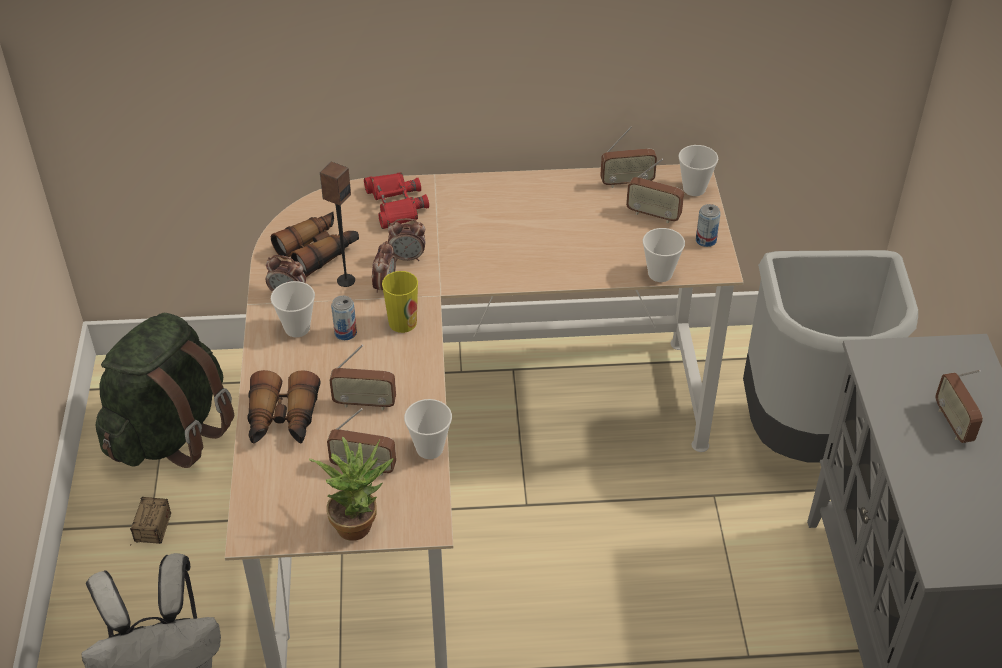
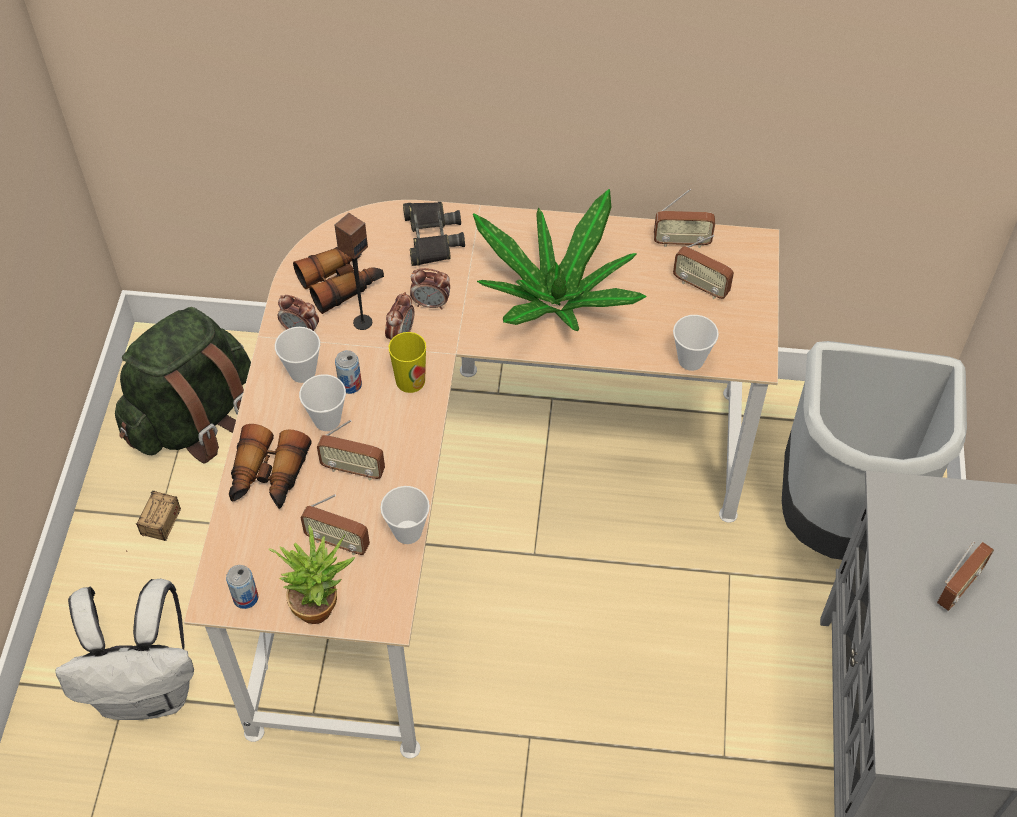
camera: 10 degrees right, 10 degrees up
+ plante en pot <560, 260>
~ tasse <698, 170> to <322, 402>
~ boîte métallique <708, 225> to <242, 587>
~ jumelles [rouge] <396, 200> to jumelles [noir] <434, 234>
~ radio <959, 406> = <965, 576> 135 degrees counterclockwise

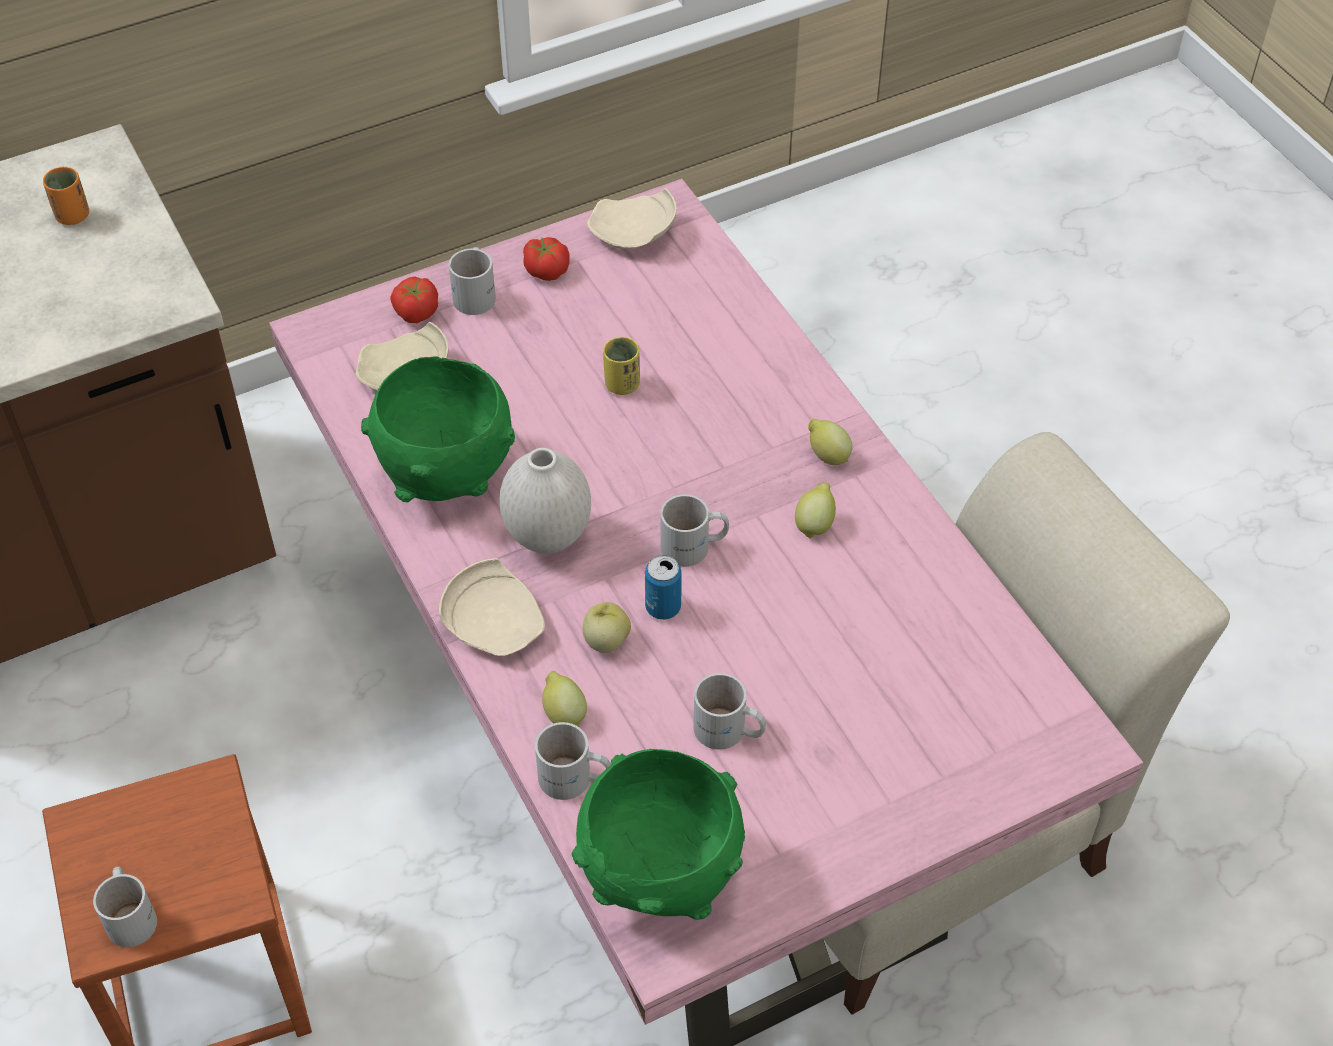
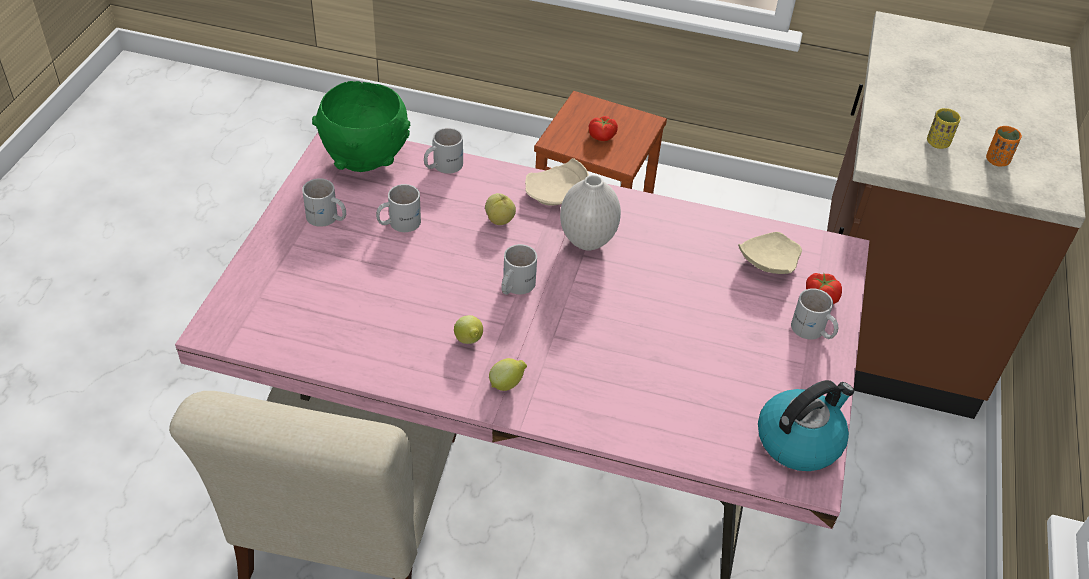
camera: 130 degrees right, 5 degrees down
- bol [vert] <438, 429>
- citron <564, 698>
- boîte métallique <663, 587>
~ mug [blanc] <125, 907> to <324, 202>
~ tomate <546, 259> to <603, 128>
~ tasse [jaune] <621, 366> to <944, 128>
~ assiette [beige] <631, 218> to bouilloire <806, 425>

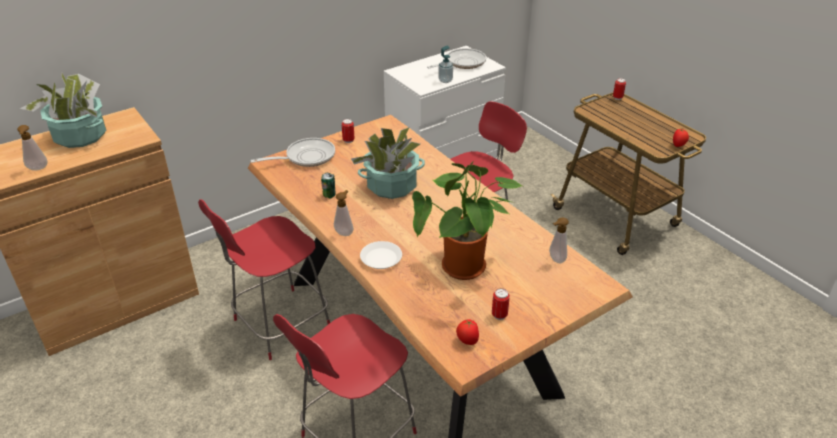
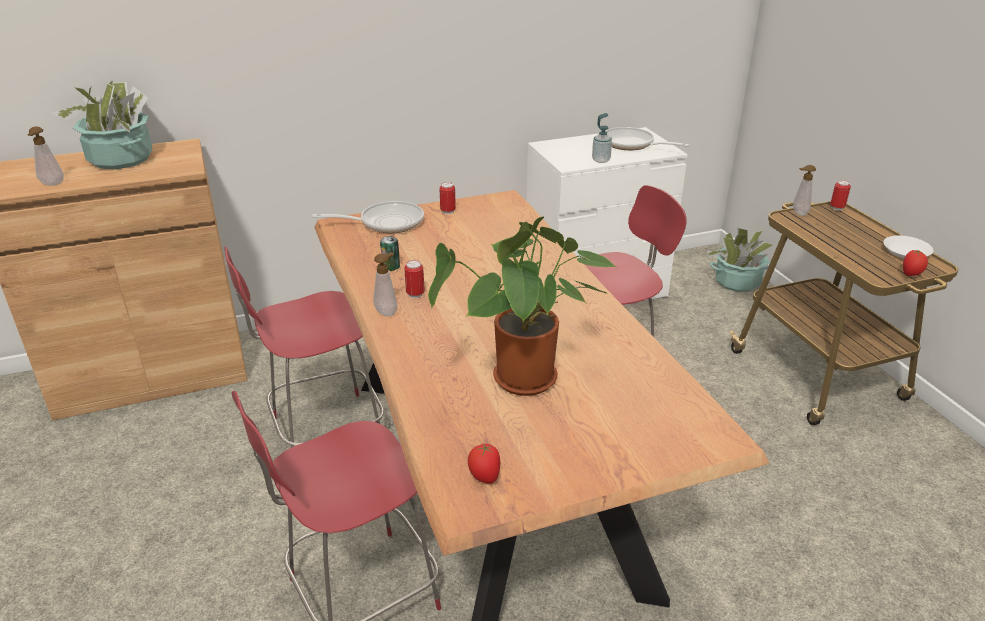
camera: 15 degrees right, 5 degrees down
~ plante en pot <388, 163> to <740, 260>
~ assiette [blanc] <381, 255> to <908, 246>
~ boîte métallique <501, 304> to <414, 279>
~ distributeur de savon <559, 240> to <804, 190>
~ poêle <456, 58> = <647, 138> 120 degrees counterclockwise

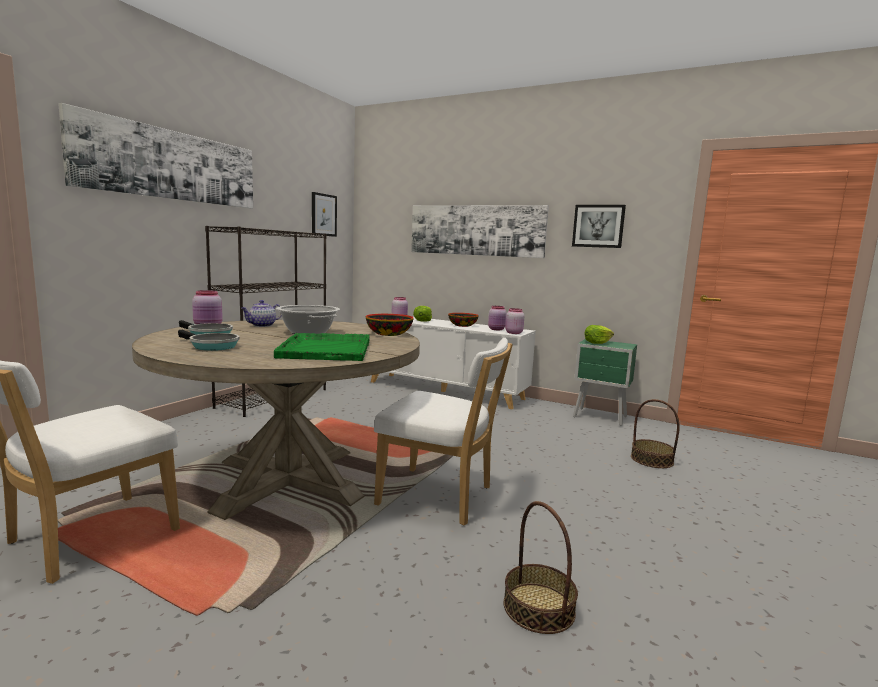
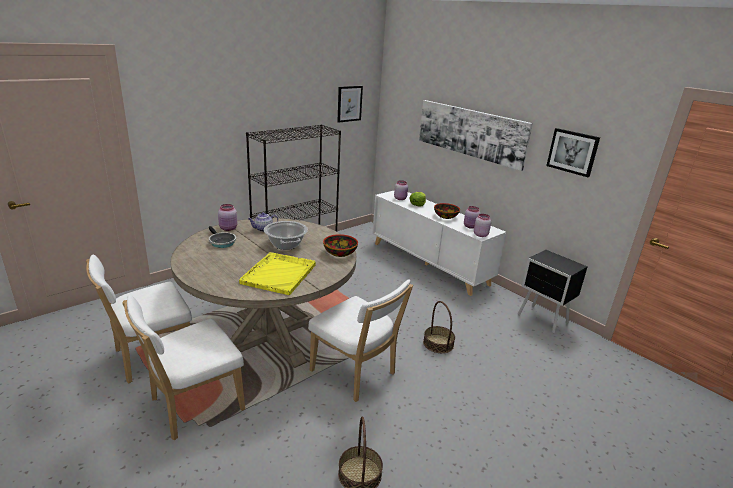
camera: 20 degrees right, 15 degrees up
- tableau <155, 156>
- poêle <209, 340>
- laitue <599, 334>
+ chaise [blanc] <183, 367>
~ panier <655, 433> to <439, 327>
~ plateau [vert] <322, 347> to plateau [jaune] <277, 273>
~ table de chevet [vert] <605, 382> to table de chevet [noir] <553, 292>

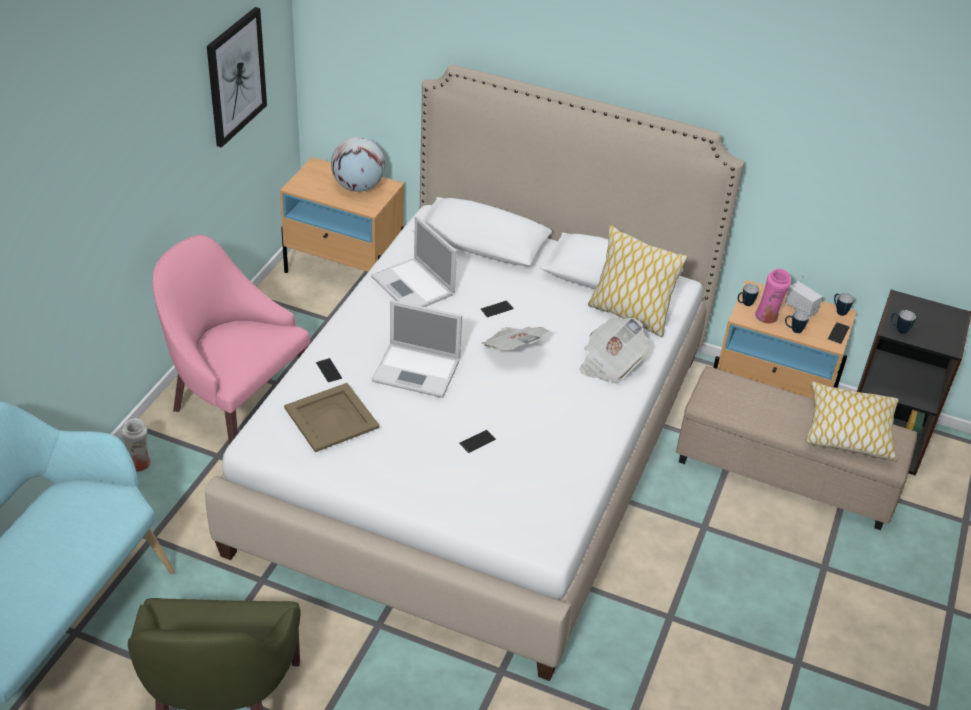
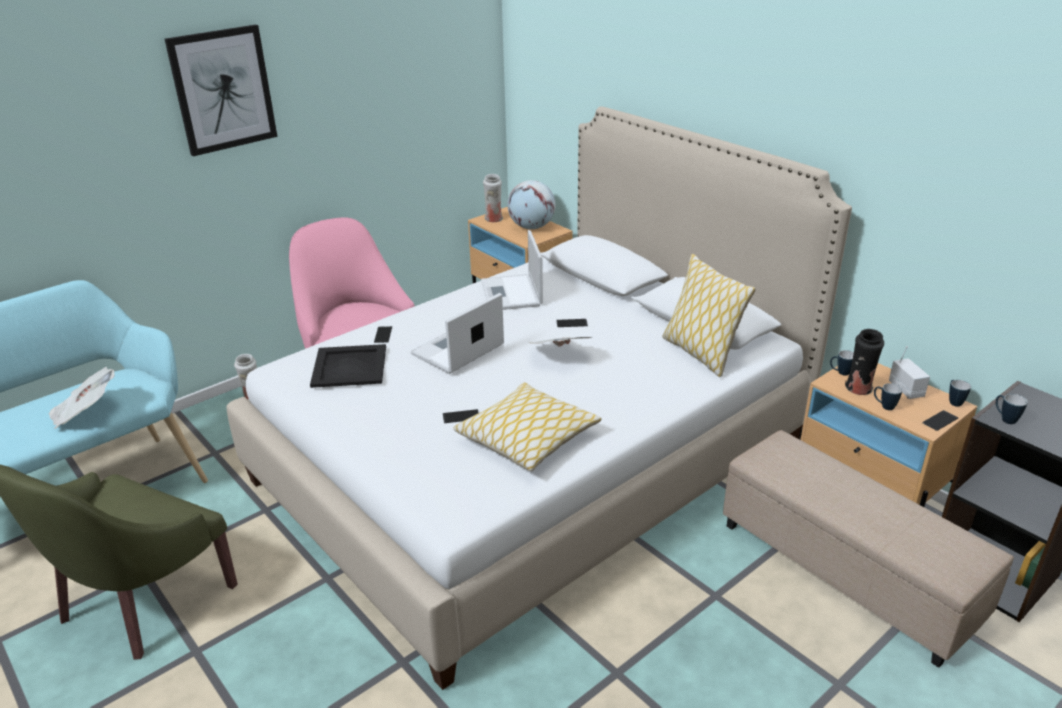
camera: 30 degrees right, 10 degrees down
+ vase [blanc] <493, 198>
~ tableau <237, 77> to <221, 90>
~ journal <614, 350> to <82, 398>
~ coussin <852, 421> to <528, 426>
~ plateau [beige] <332, 417> to plateau [noir] <348, 366>
~ vase [rose] <773, 296> to vase [noir] <864, 362>
~ ordinateur portable <417, 349> = <457, 333> 90 degrees clockwise

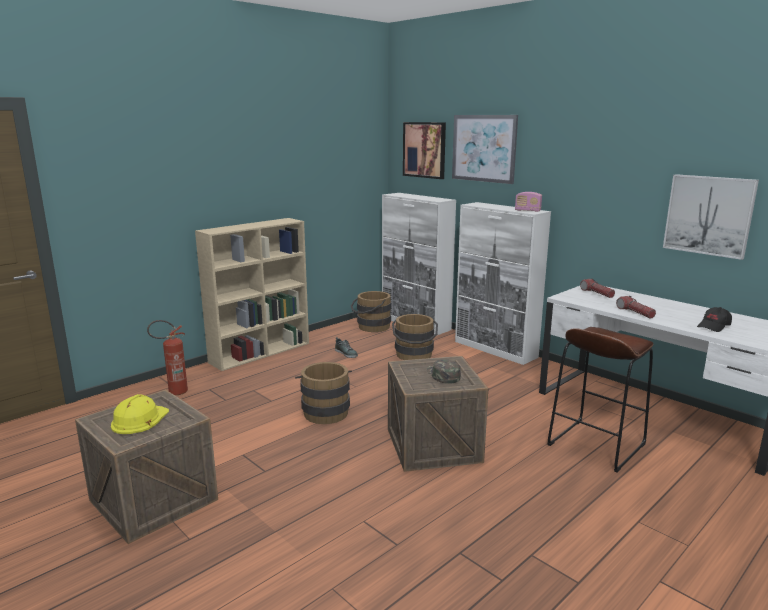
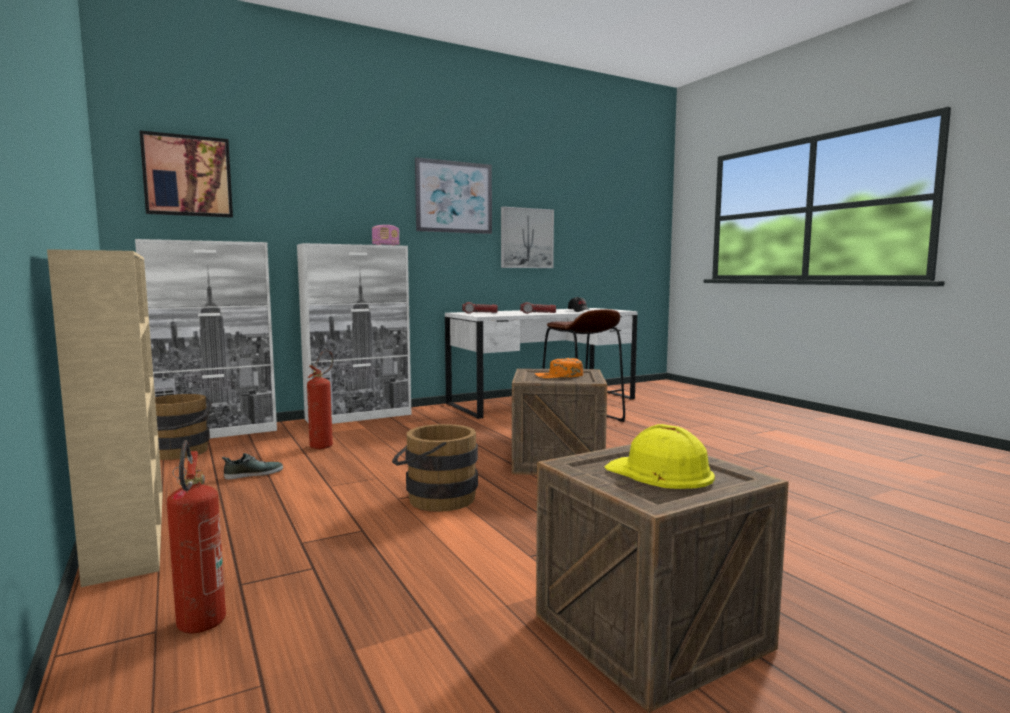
camera: 75 degrees left, 10 degrees down
~ tableau <485, 149> to <453, 195>
~ seau [marron] <415, 337> to extincteur <320, 399>
~ casquette [vert] <444, 371> to casquette [orange] <559, 368>

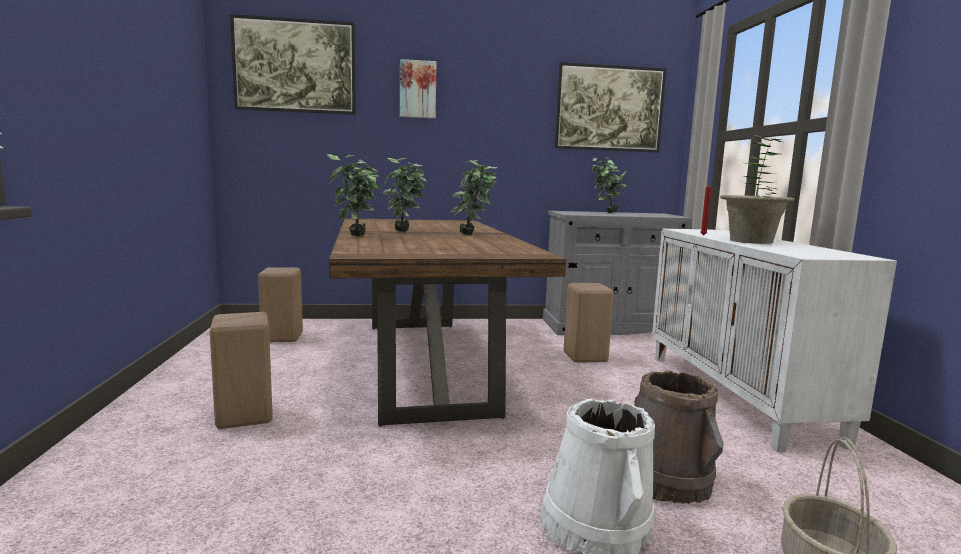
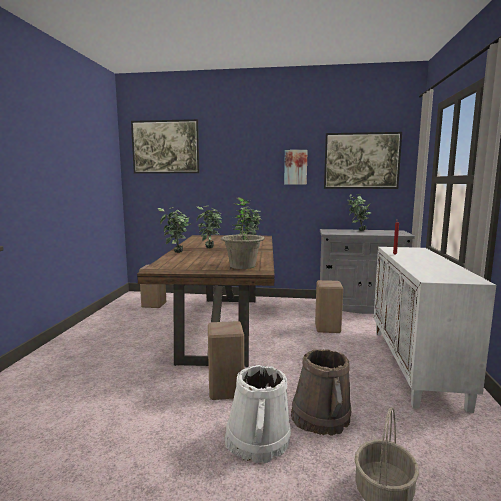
camera: 15 degrees right, 0 degrees up
~ tabouret [beige] <241, 370> to <226, 360>
~ tableau <418, 88> to <296, 167>
~ plante en pot <757, 189> to <243, 233>

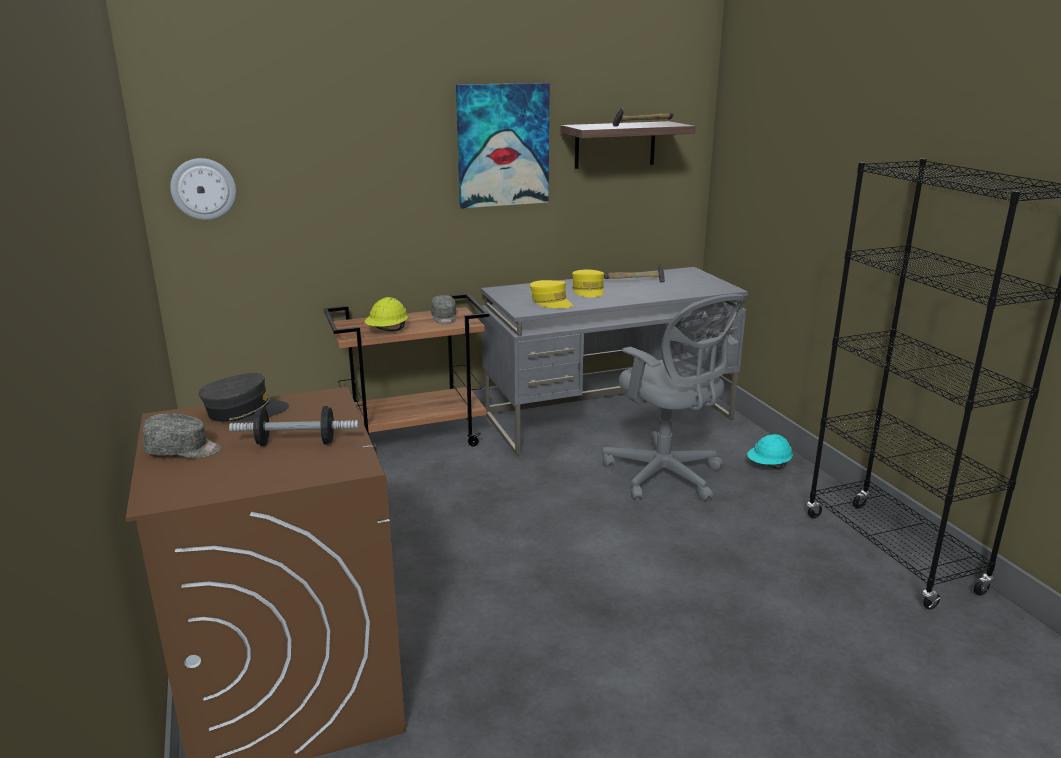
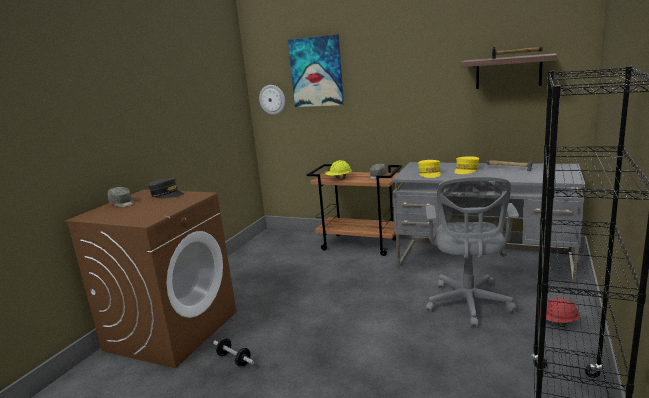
camera: 45 degrees right, 5 degrees down
~ haltère <294, 426> to <233, 352>
~ tableau <503, 145> to <316, 70>
~ casque de chantier [turquoise] <770, 451> to casque de chantier [rouge] <560, 312>

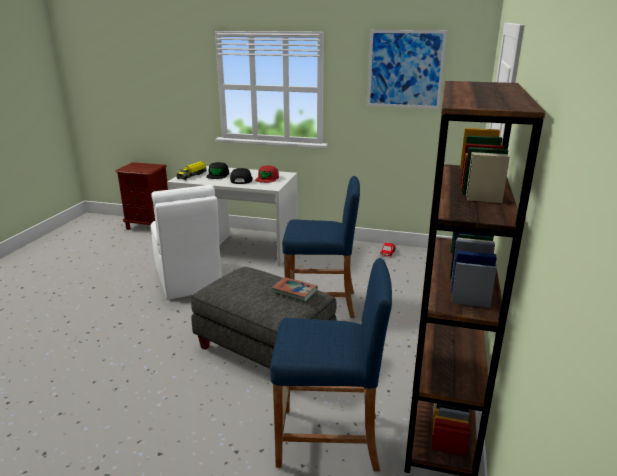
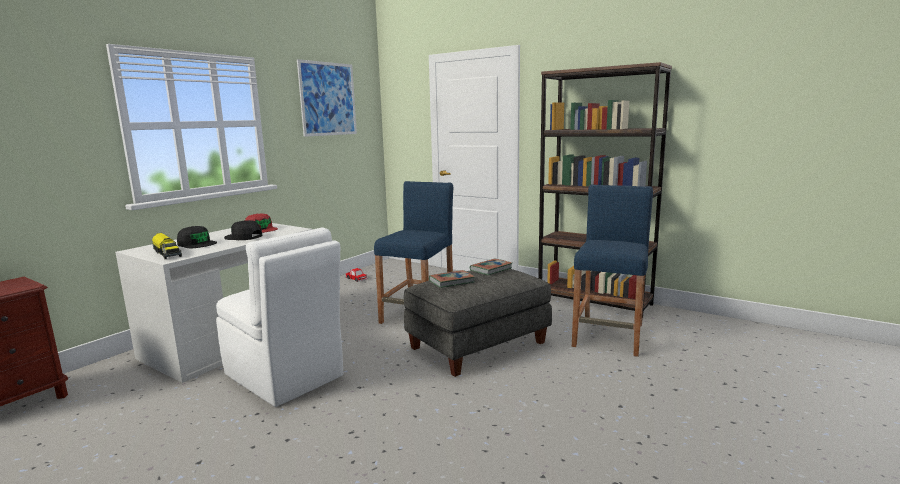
camera: 70 degrees left, 10 degrees down
+ livre <452, 279>
~ chaise [blanc] <186, 242> = <279, 317> 45 degrees clockwise

